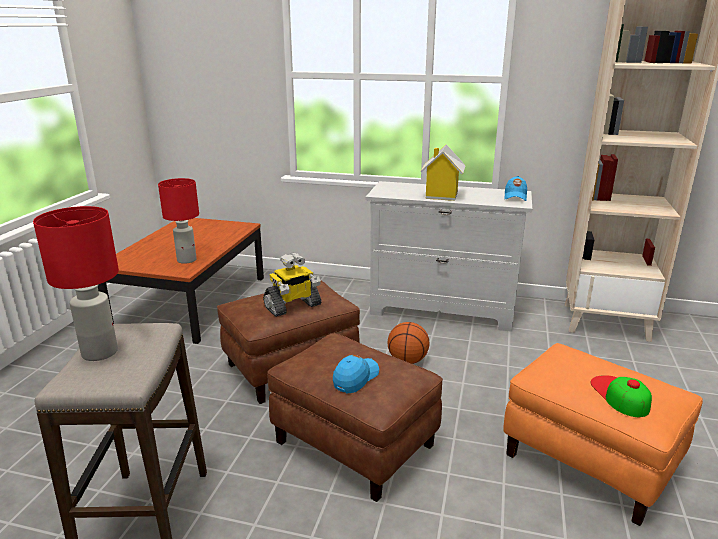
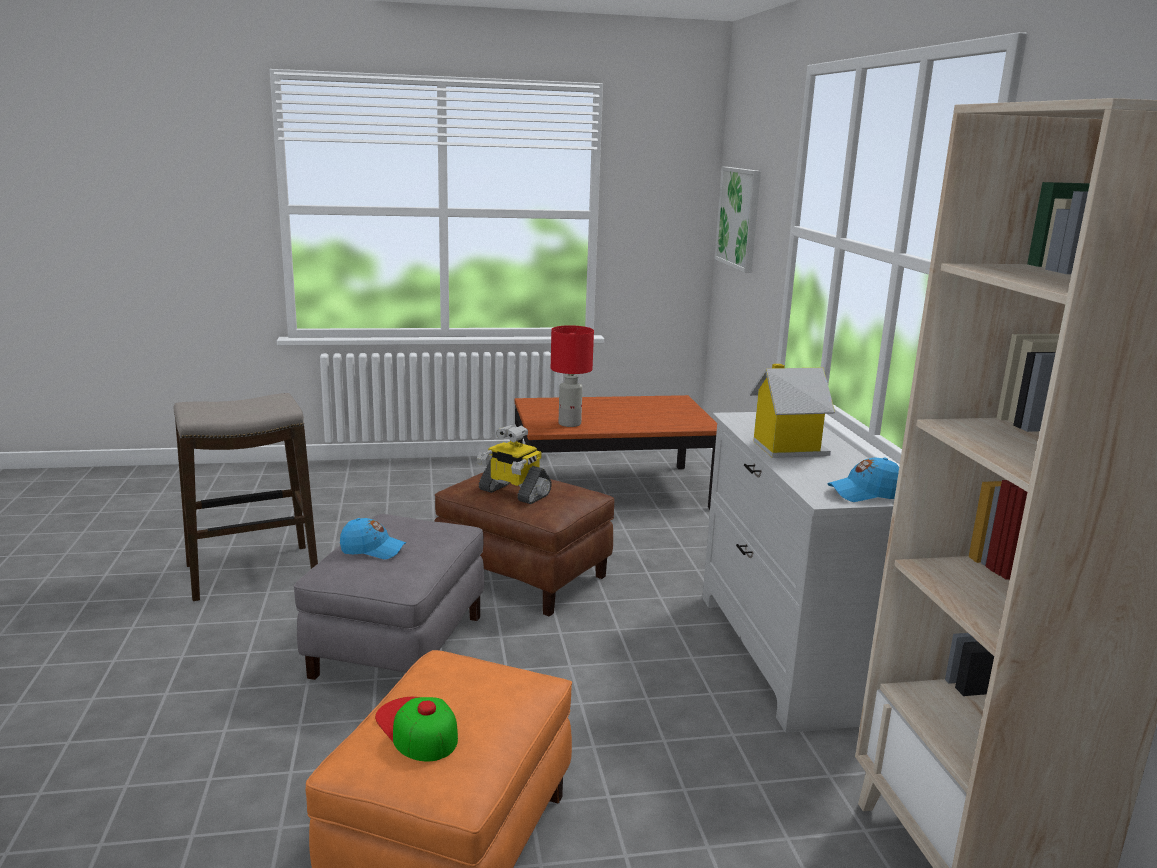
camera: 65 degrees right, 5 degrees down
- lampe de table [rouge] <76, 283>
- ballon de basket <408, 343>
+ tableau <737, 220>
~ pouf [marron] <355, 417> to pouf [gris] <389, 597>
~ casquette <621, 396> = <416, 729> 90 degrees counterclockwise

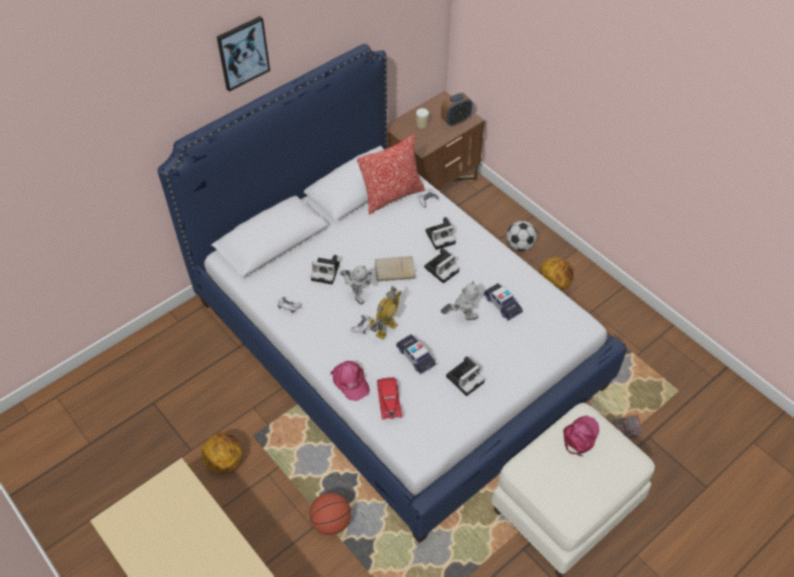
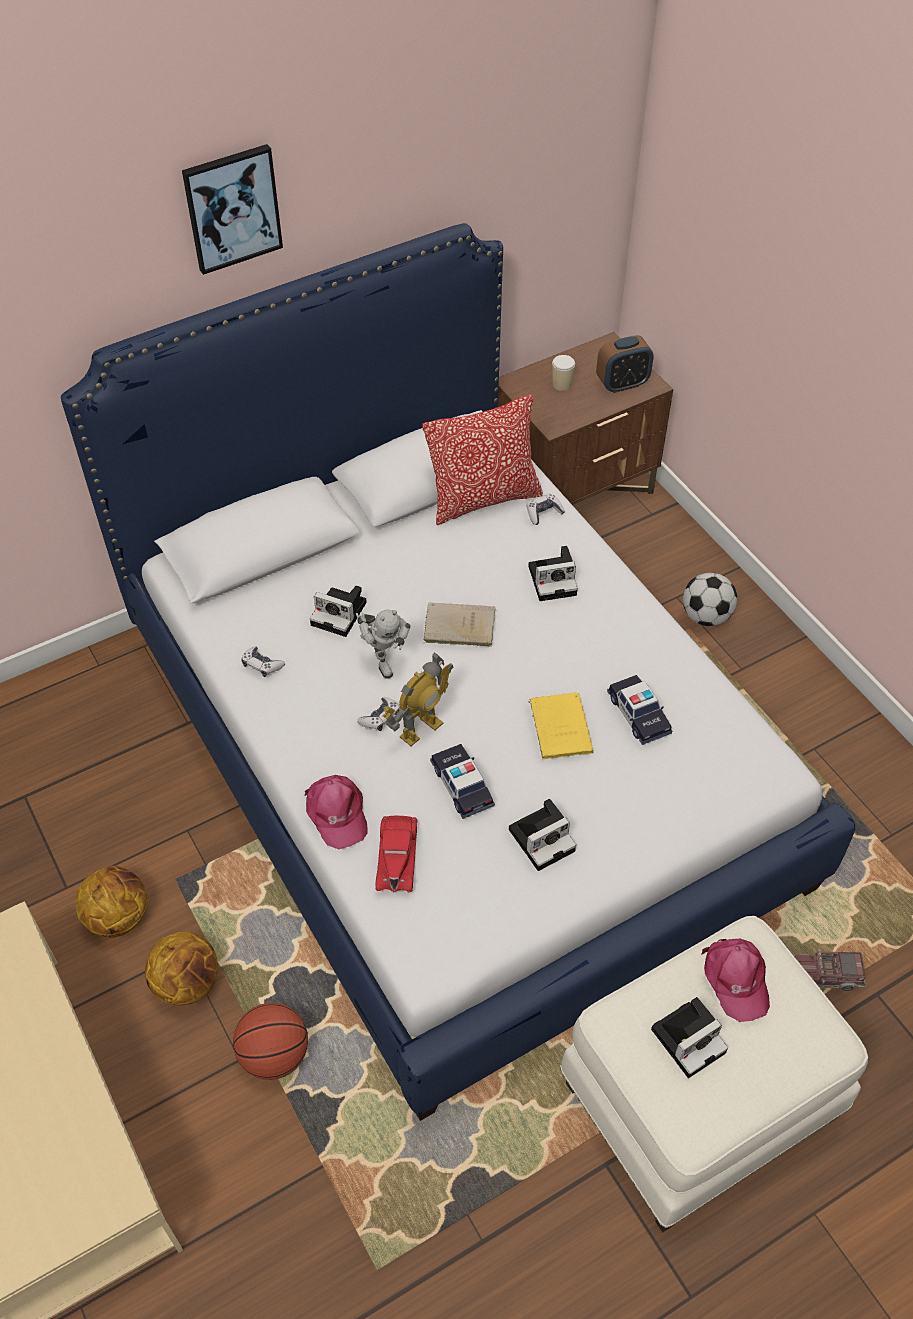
camera: 10 degrees right, 0 degrees up
~ appareil photo <441, 265> to <689, 1037>
~ ballon de basket <556, 274> to <181, 968>
~ robot jouet <461, 300> to livre [jaune] <560, 726>
~ casquette [rose] <581, 436> = <735, 980> 120 degrees clockwise

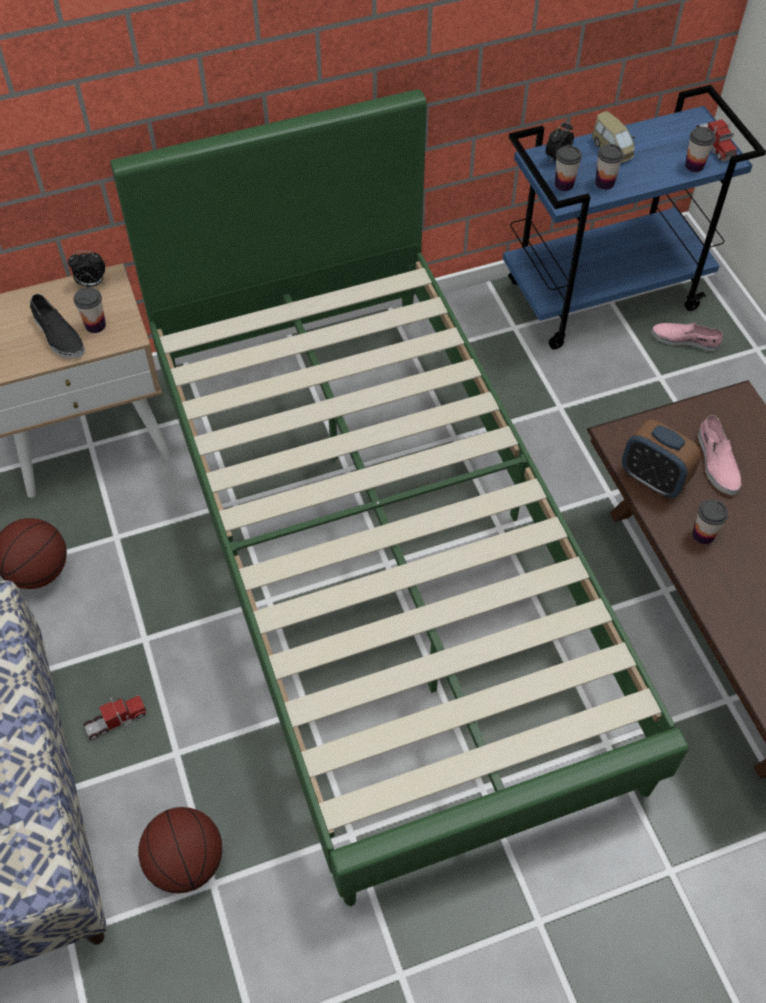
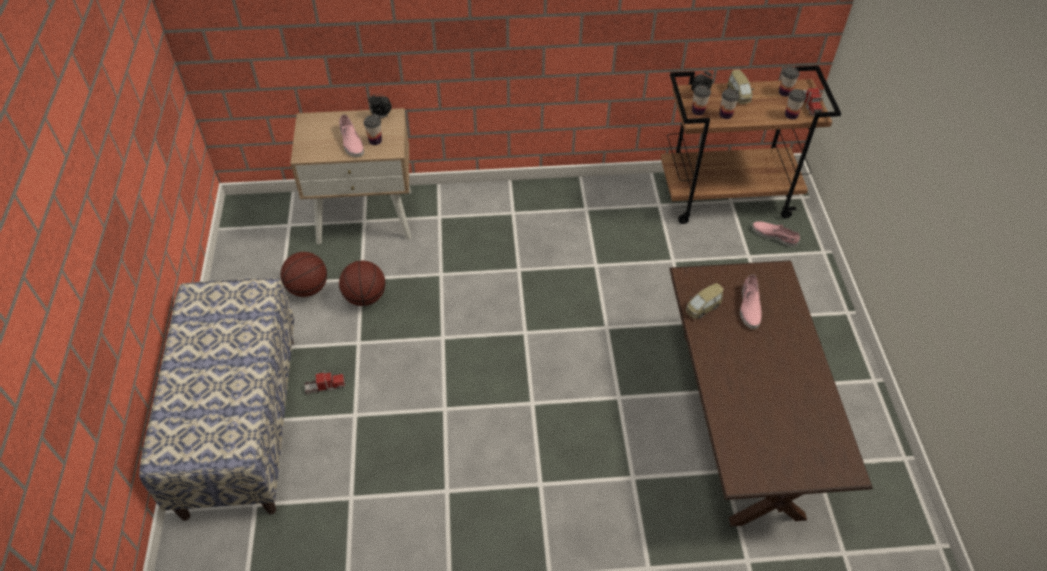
camera: 15 degrees right, 5 degrees down
- lit [vert] <399, 497>
~ ballon de basket <180, 850> to <362, 283>
~ tasse <710, 521> to <789, 82>
~ réveil <661, 458> to petite voiture <704, 301>
~ chaussure [noir] <57, 326> to chaussure [rose] <351, 135>
~ chariot [bleu] <634, 217> to chariot [marron] <751, 145>

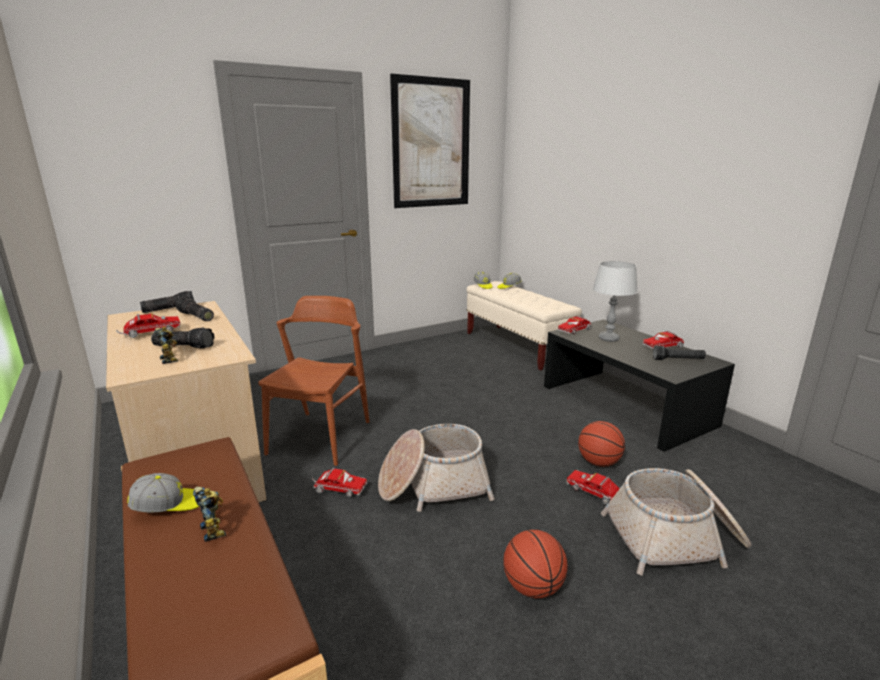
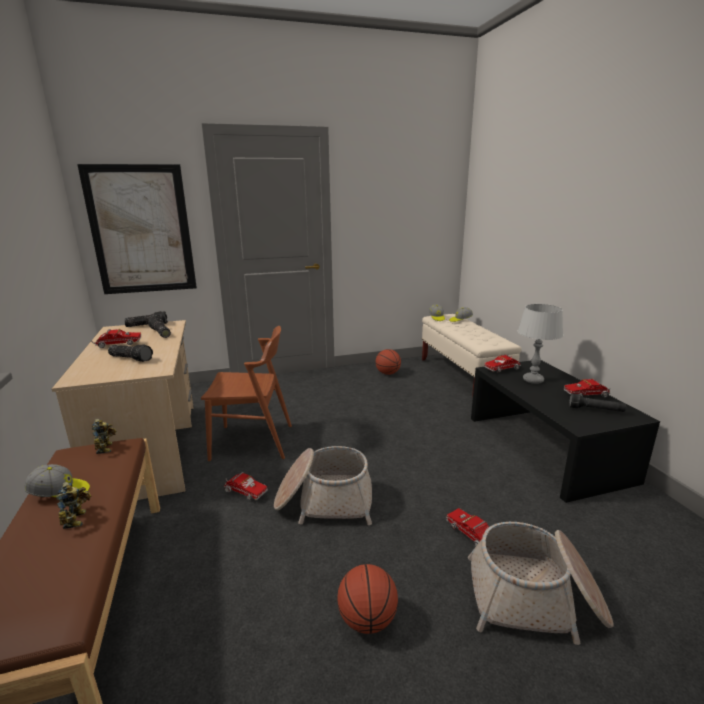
camera: 15 degrees right, 0 degrees up
~ robot jouet <166, 345> to <104, 436>
~ tableau <430, 141> to <137, 229>
~ ballon de basket <601, 444> to <388, 362>
~ chaise [marron] <313, 381> = <246, 393> 60 degrees clockwise

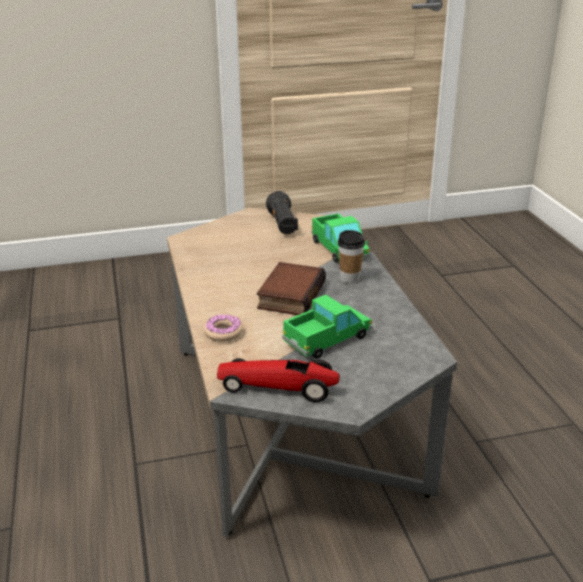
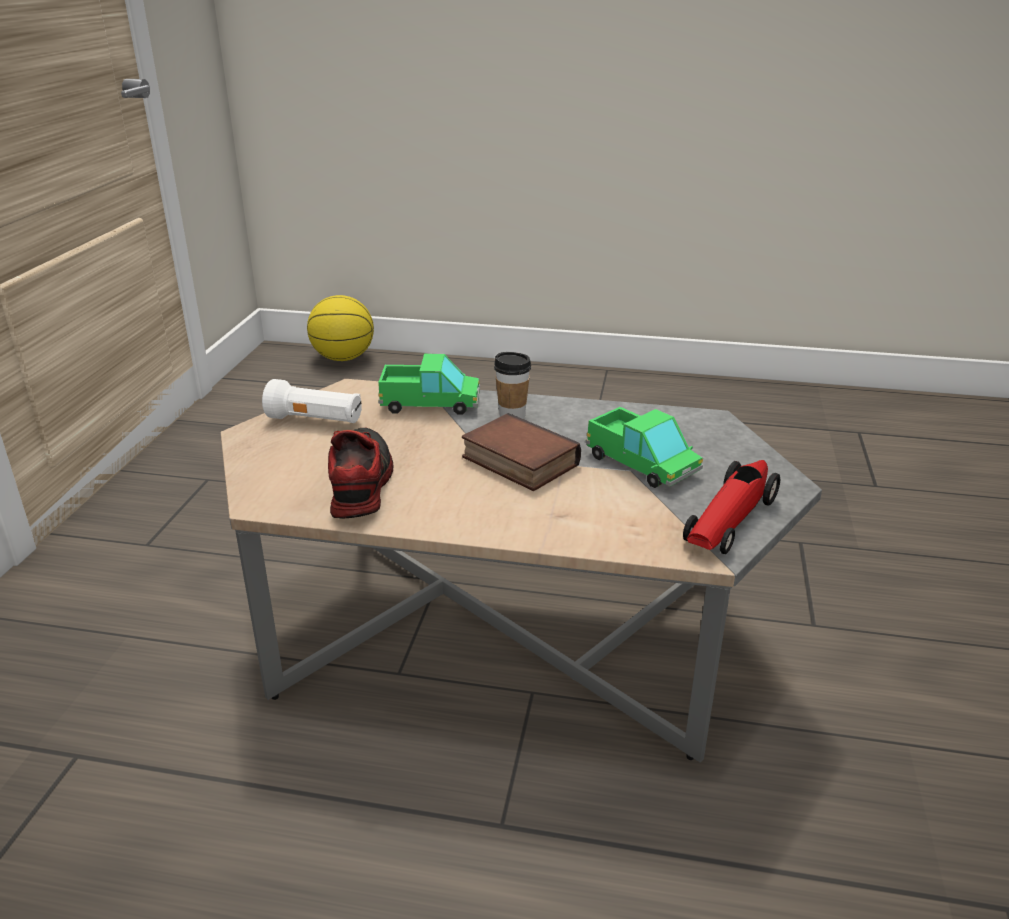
camera: 65 degrees left, 0 degrees up
- beignet <223, 328>
+ ballon de basket <340, 328>
+ chaussure <361, 473>
~ lampe de poche [noir] <282, 212> to lampe de poche [blanc] <312, 401>
~ camion jouet <327, 326> = <644, 447> 150 degrees clockwise

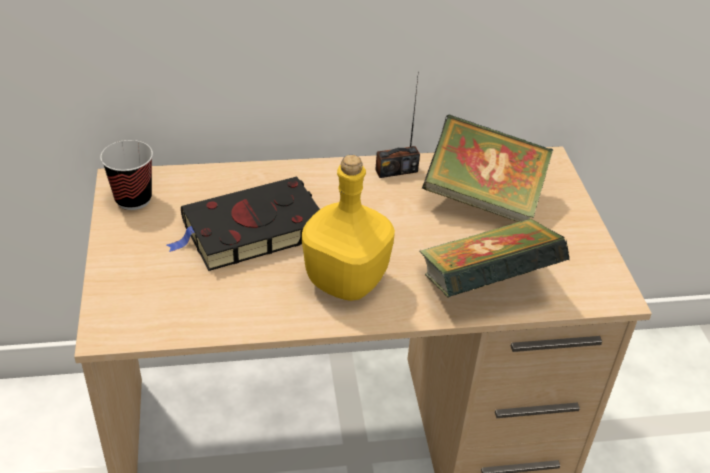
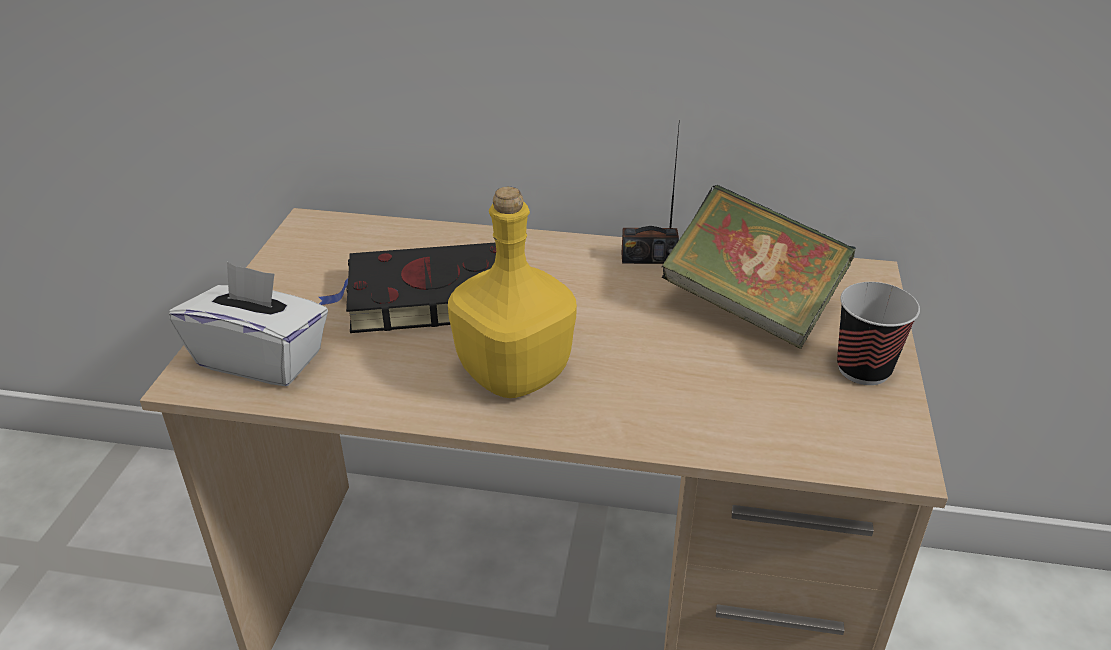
camera: 20 degrees right, 5 degrees down
- livre <494, 258>
+ boîte à mouchoirs [blanc] <248, 324>
~ tasse <126, 175> to <878, 333>

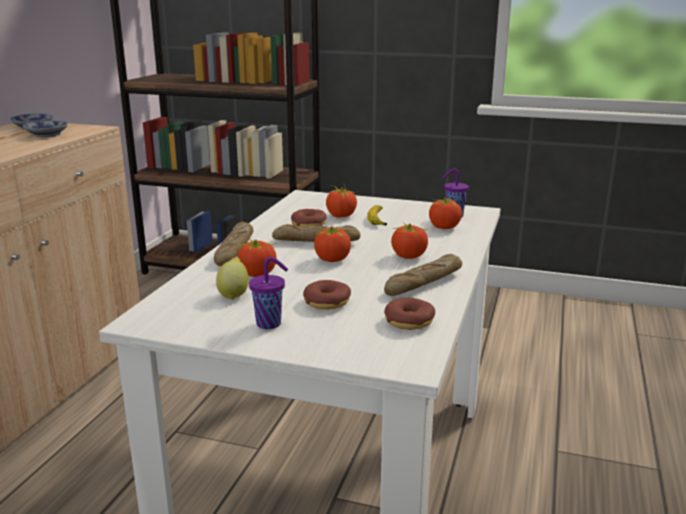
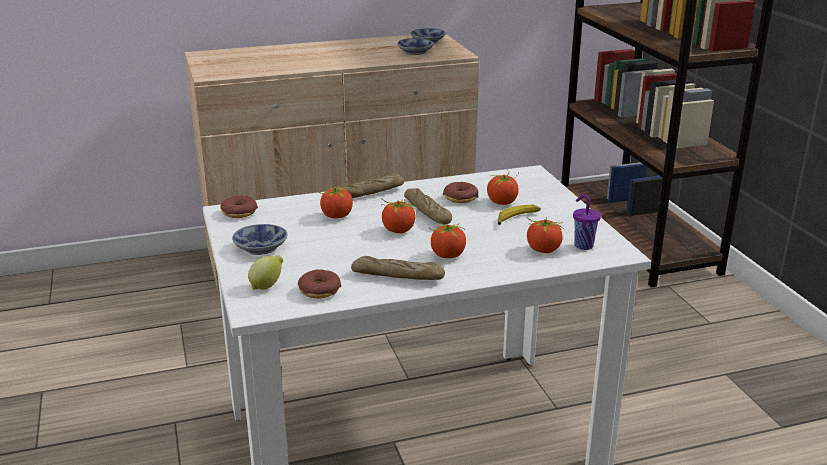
camera: 55 degrees right, 5 degrees up
~ citron <232, 278> to <265, 272>
~ beignet <327, 295> to <239, 206>
~ tasse [violet] <268, 293> to bol <259, 239>

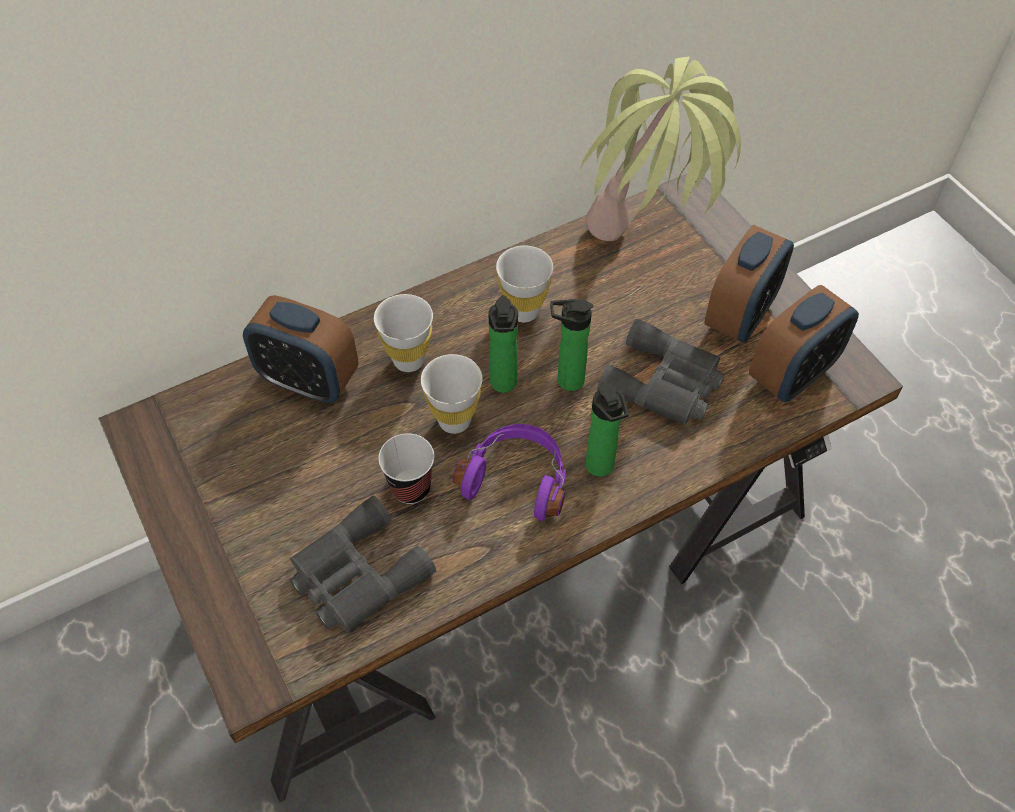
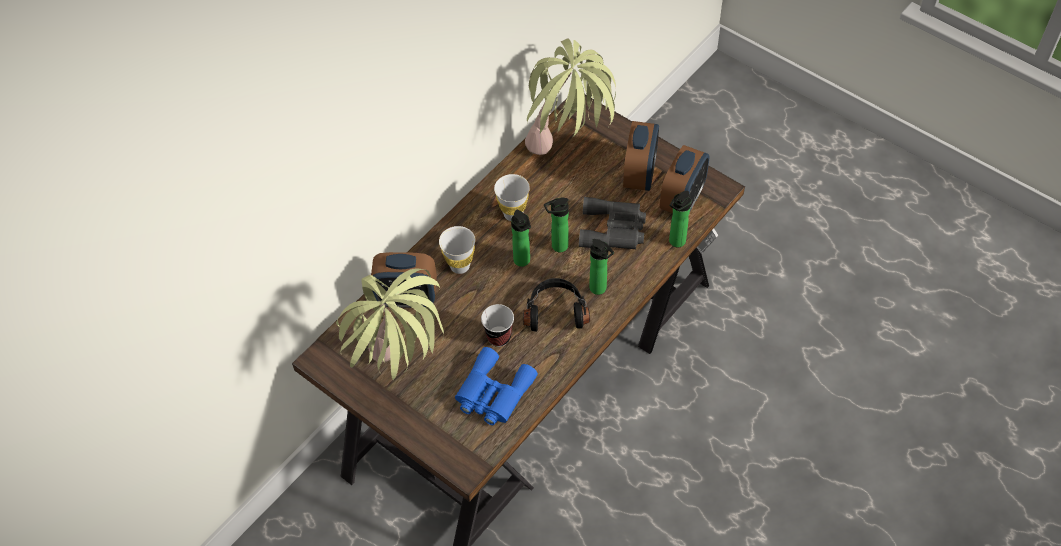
camera: 20 degrees left, 0 degrees up
- tasse [blanc] <451, 394>
+ plante en pot <390, 324>
+ bouteille <680, 219>
~ jumelles [gris] <363, 564> to jumelles [bleu] <496, 386>
~ casque audio [violet] <510, 472> to casque audio [noir] <556, 305>

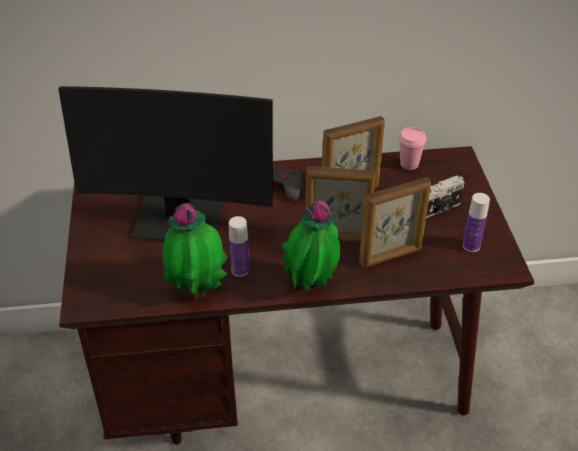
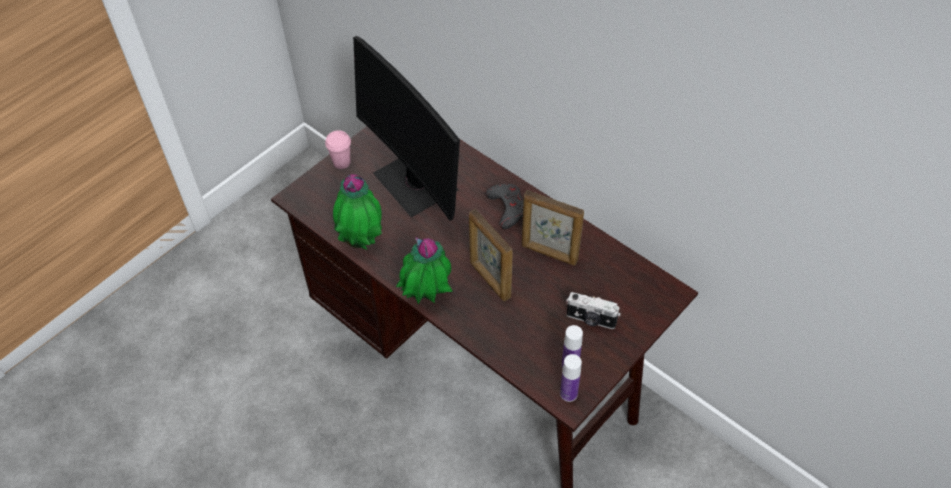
camera: 50 degrees right, 10 degrees up
- cadre photo <395, 222>
~ bouteille <239, 246> to <571, 378>
~ tasse [rose] <412, 148> to <338, 149>

